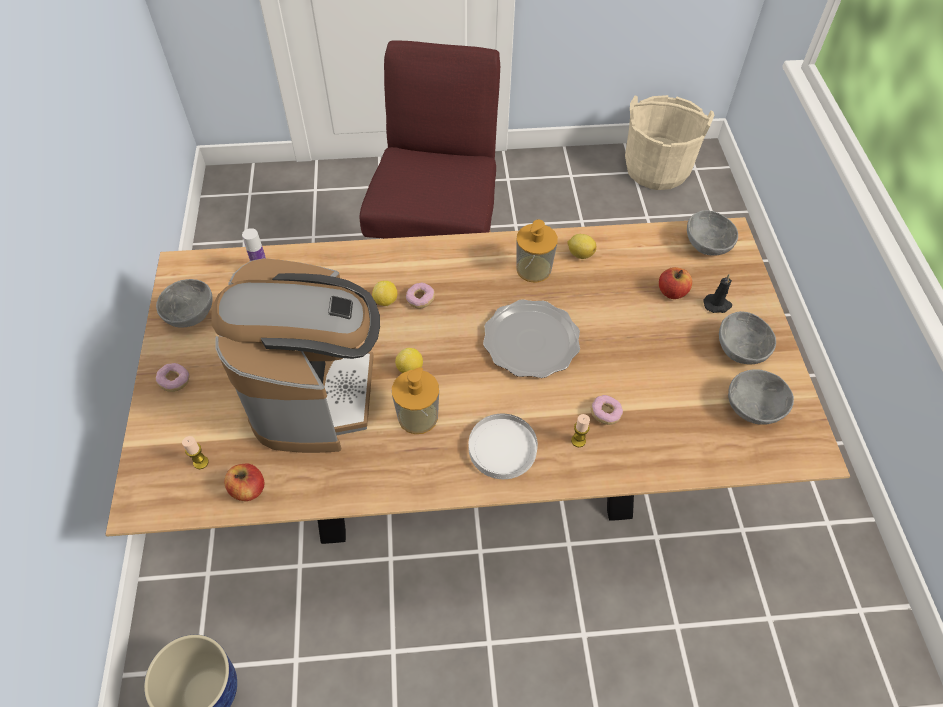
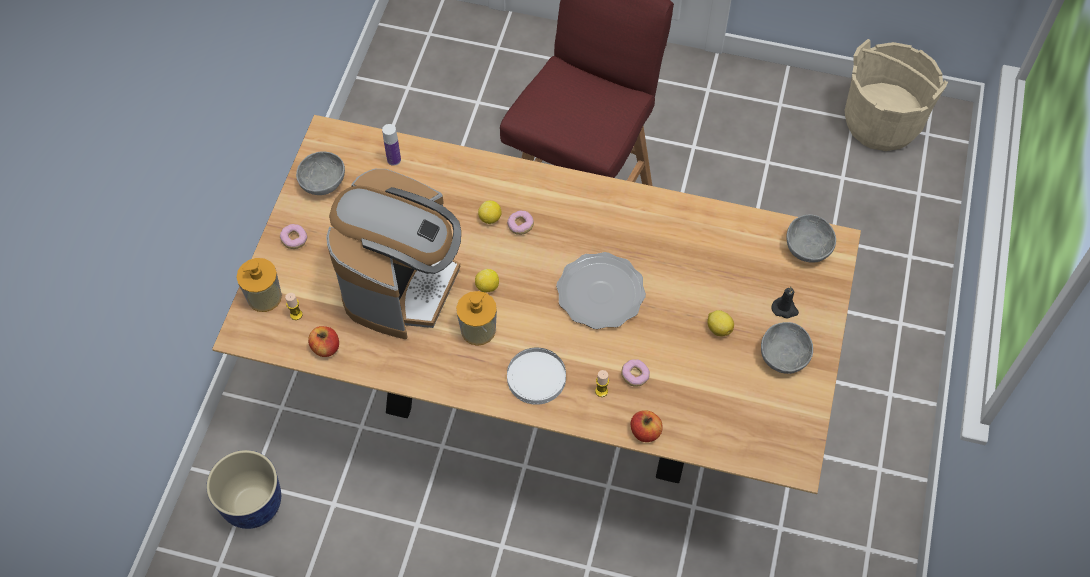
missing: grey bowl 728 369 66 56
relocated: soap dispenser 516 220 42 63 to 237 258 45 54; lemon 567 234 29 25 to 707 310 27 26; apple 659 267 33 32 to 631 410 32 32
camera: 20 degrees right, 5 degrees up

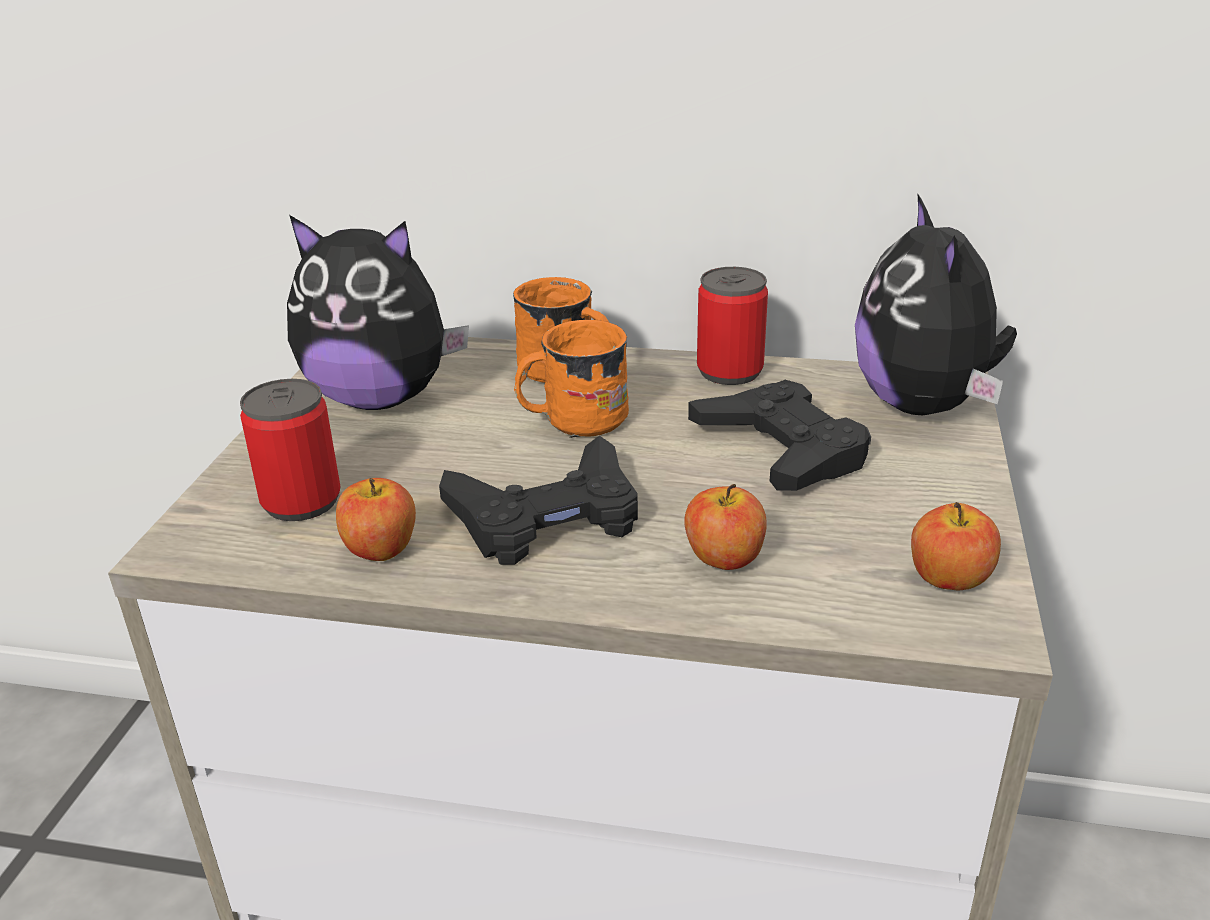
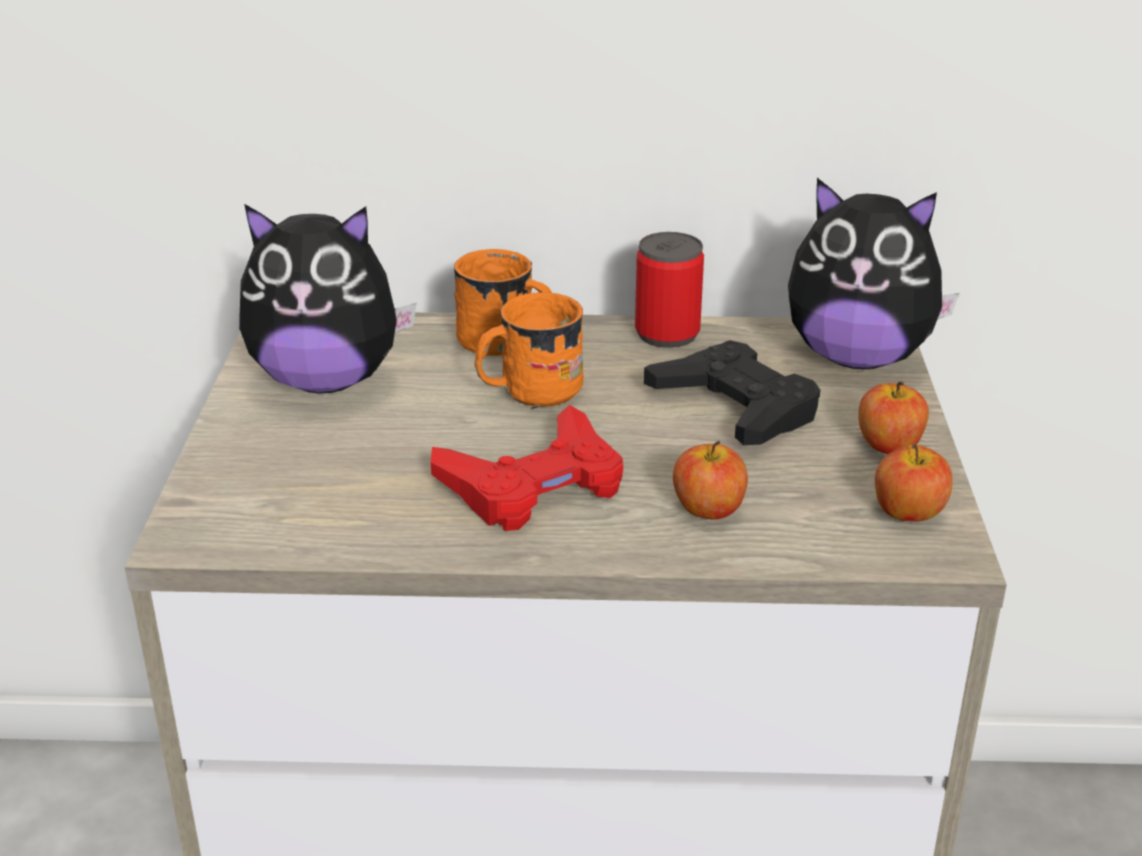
missing: can 240 379 101 142
relocated: apple 336 478 80 83 to 859 382 70 72
colour: black game controller 439 436 199 129 to red game controller 431 405 192 126
spun: plush toy 855 193 162 222 = 788 178 171 191 60 degrees counterclockwise
camera: 10 degrees left, 0 degrees up

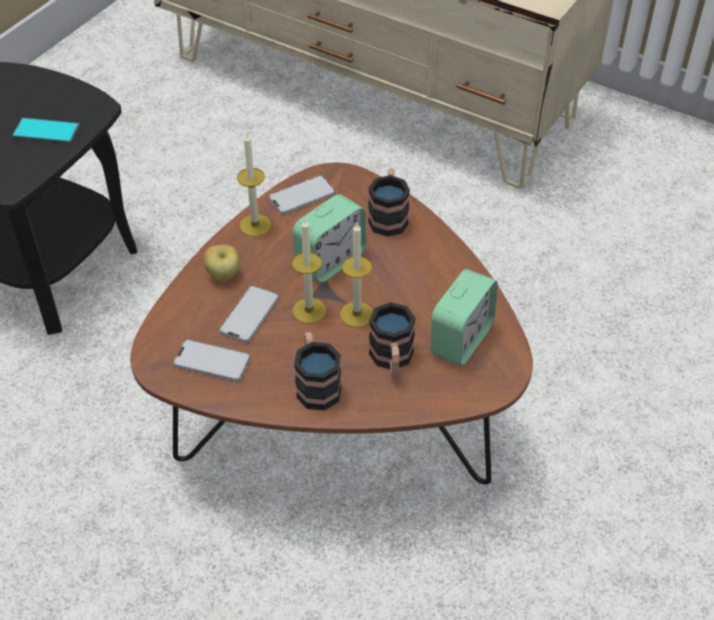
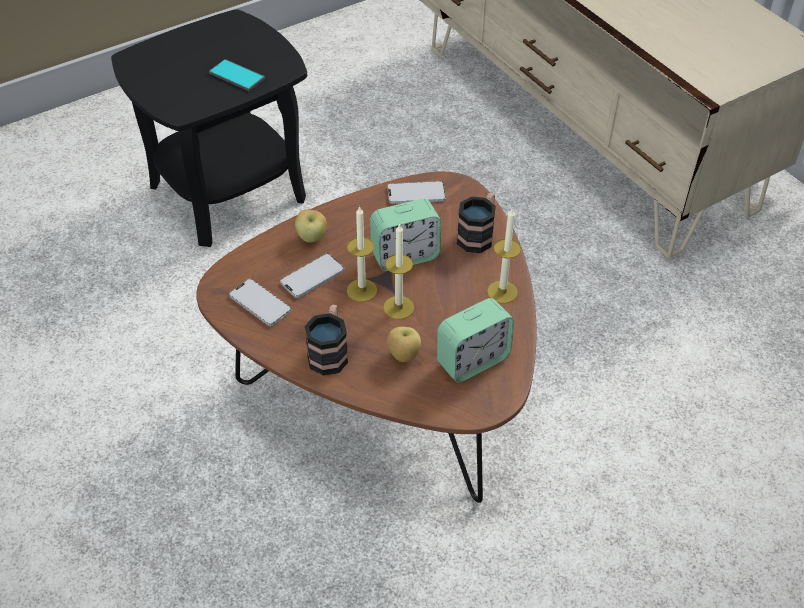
relocated: candle 237 132 34 105 to 487 209 34 95
exchanged: mug 369 302 47 75 to apple 387 327 34 35
camera: 25 degrees right, 0 degrees up

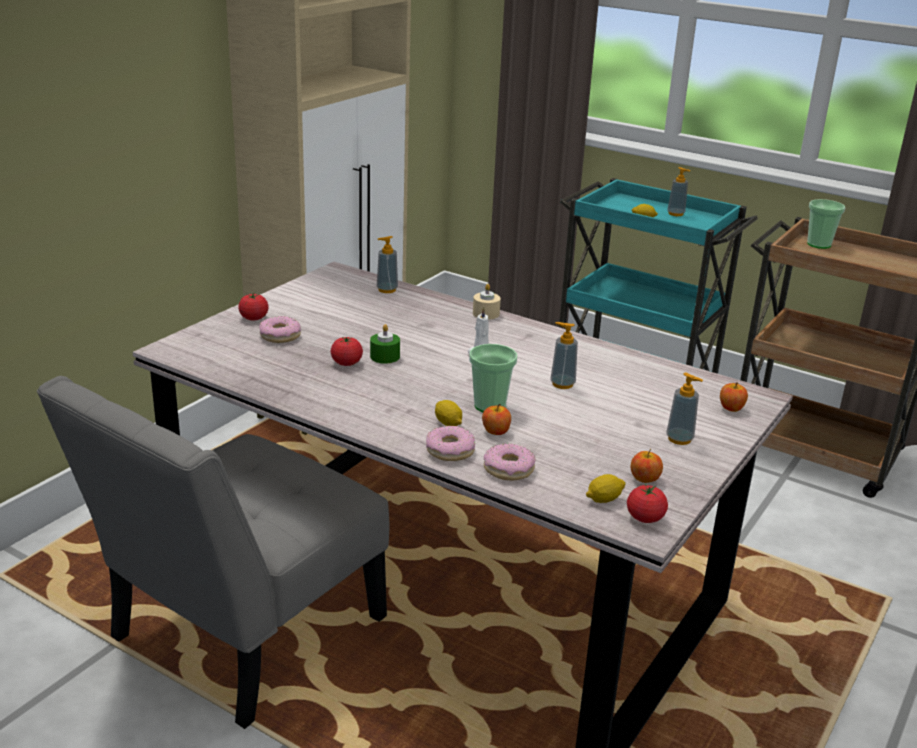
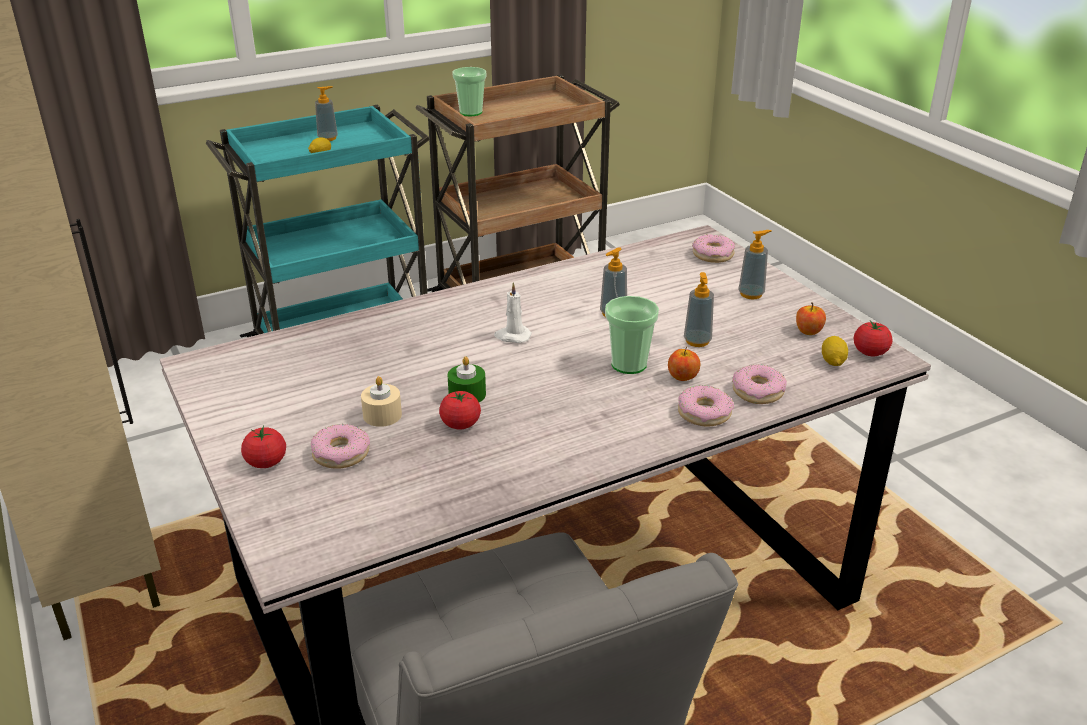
missing: lemon 435 400 27 26
relocated: soap dispenser 377 236 21 57 to 684 272 30 75; beige candle 473 284 28 36 to 361 376 41 51
exchanged: apple 720 382 28 30 to donut 692 234 43 29
camera: 60 degrees left, 5 degrees up

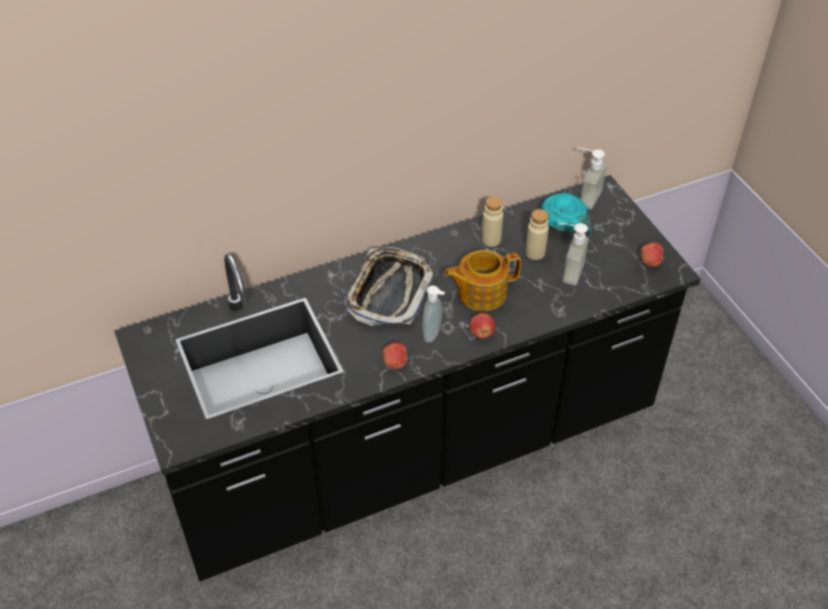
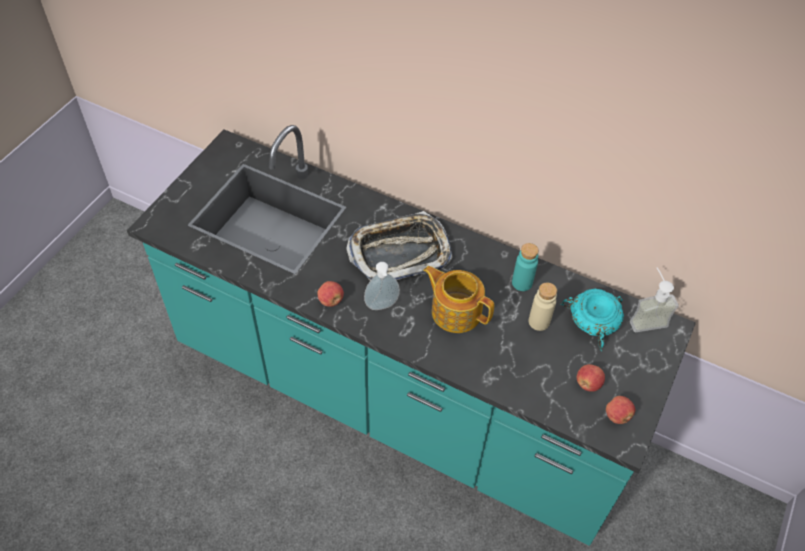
missing: soap dispenser 558 223 31 62
relocated: apple 469 313 27 26 to 577 364 28 28
colour: black counter 114 175 587 406 to turquoise counter 127 125 569 421; beige bottle 481 196 22 51 to turquoise bottle 512 243 27 48
camera: 50 degrees right, 5 degrees up

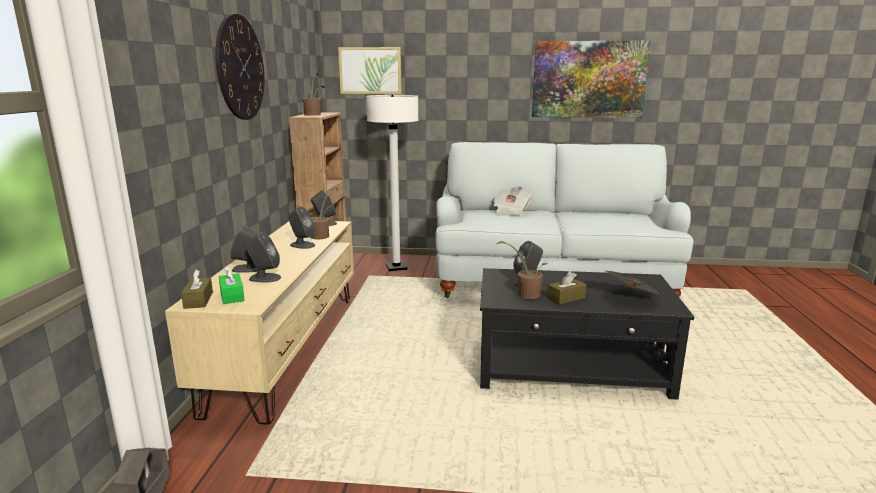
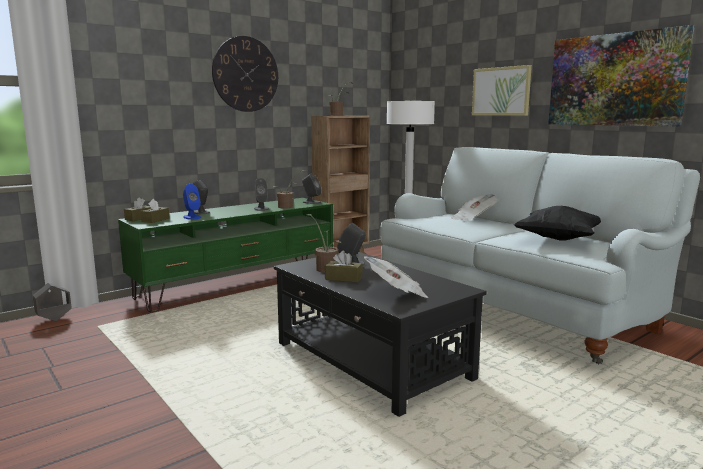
appeared: black pillow 514 206 87 35
relocated: picture 338 47 64 47 to 472 65 60 51
colour: beige tv stand 165 221 189 204 to green tv stand 118 198 215 114; grey speaker 245 233 36 49 to blue speaker 183 184 18 36; green tissue box 219 266 26 38 to brown tissue box 141 199 28 24
camera: 45 degrees right, 5 degrees down

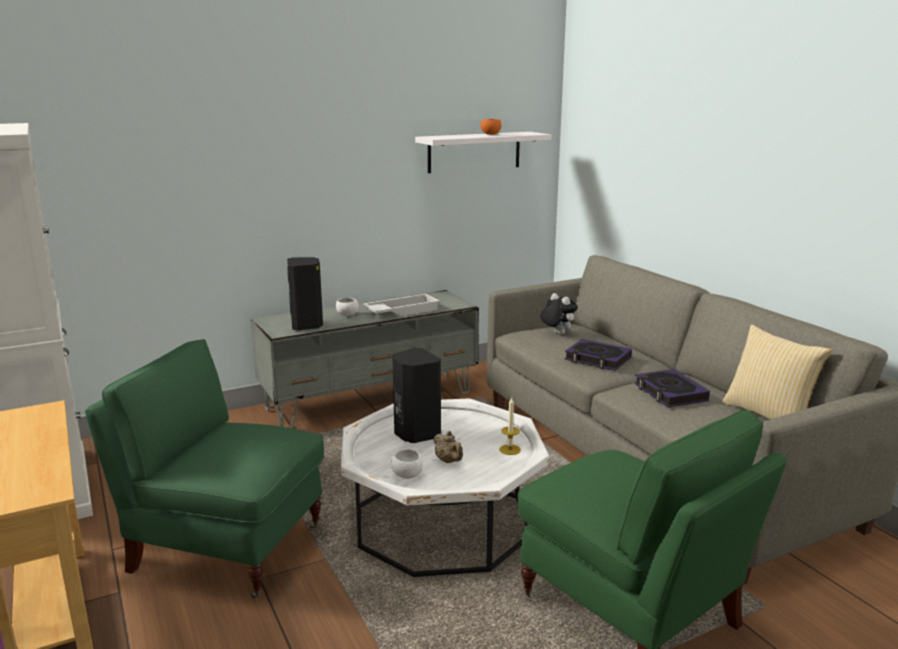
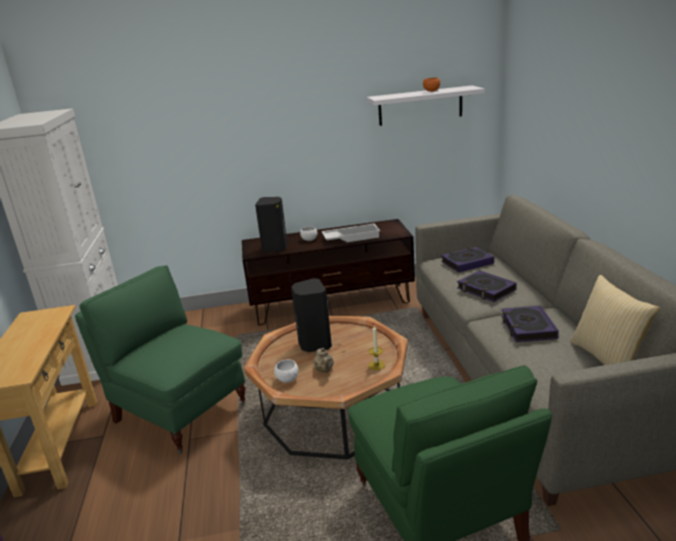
exchanged: plush toy 540 293 38 42 to book 441 247 53 26
colour: grey tv stand 251 290 228 138 to brown tv stand 242 219 173 106; white coffee table 341 399 208 178 to brown coffee table 244 316 164 144
camera: 20 degrees right, 5 degrees up

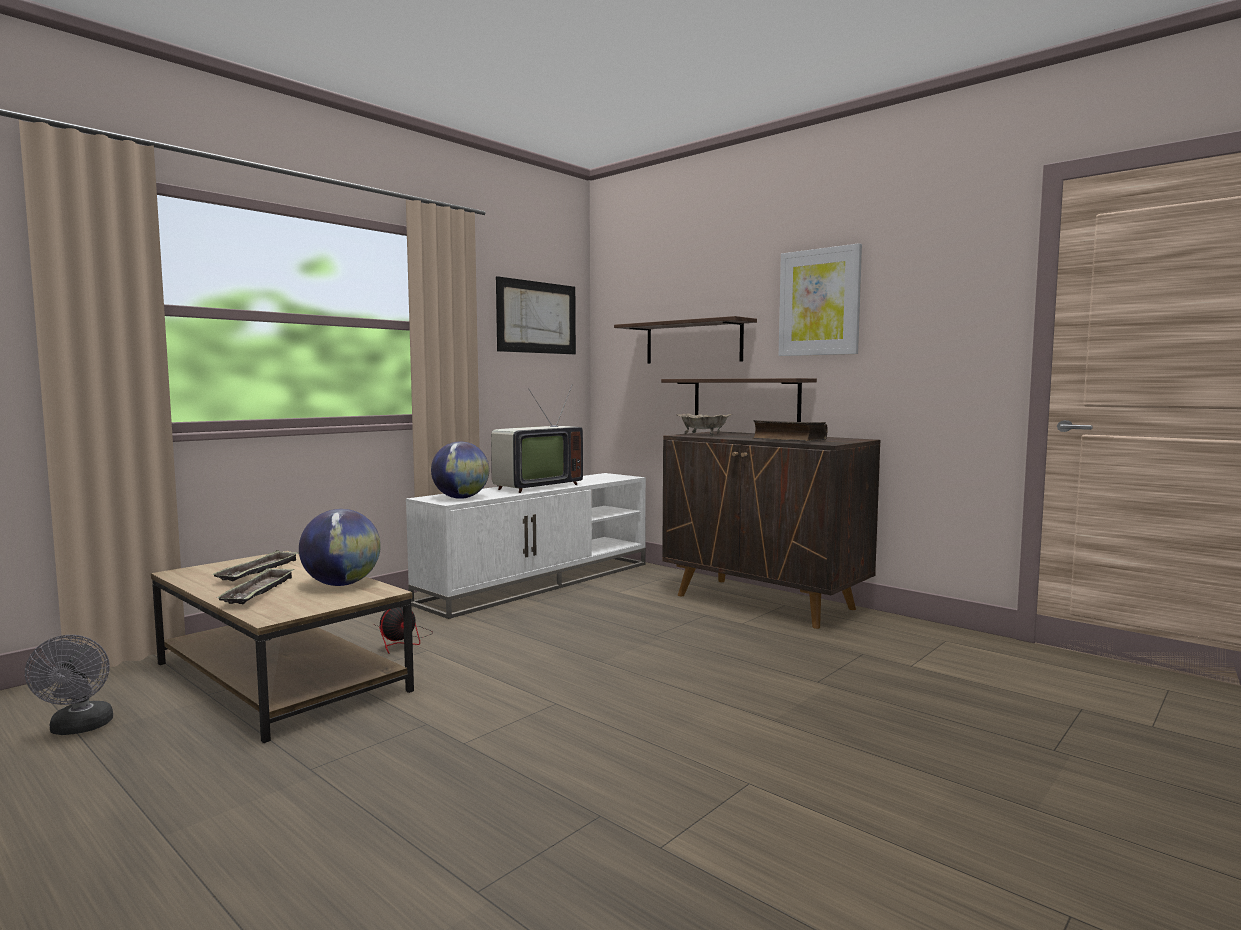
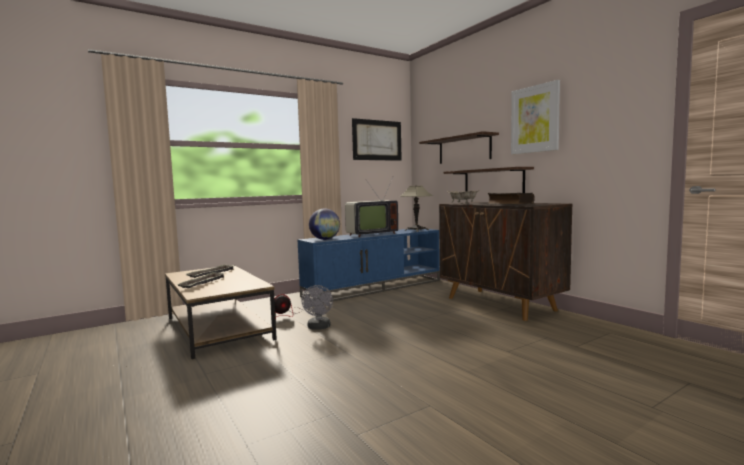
missing: globe 299 509 82 77
appeared: table lamp 399 186 34 46
relocated: grey fan 25 635 88 100 to 301 285 32 45
colour: white tv stand 406 473 240 146 to blue tv stand 297 229 143 74
camera: 15 degrees right, 0 degrees up

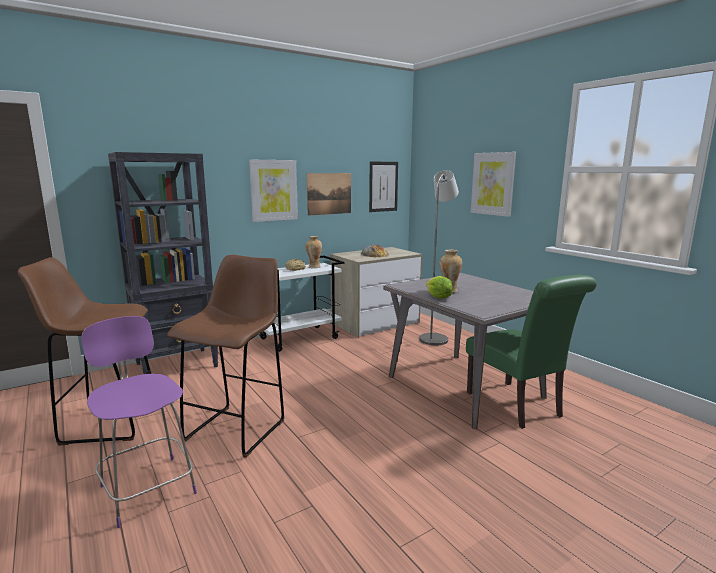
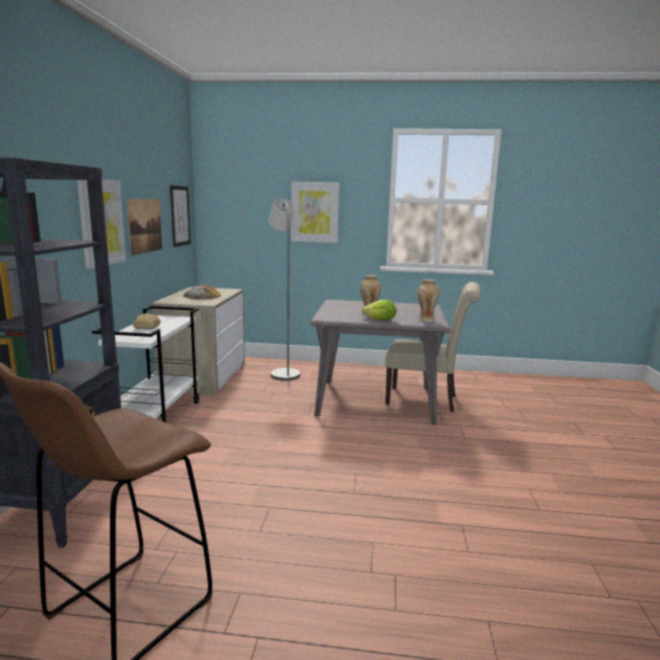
missing: brown stool 167 255 118 203; purple stool 81 316 116 212
relocated: vase 306 236 16 32 to 417 279 23 43
colour: green chair 466 275 131 154 to beige chair 385 282 95 130
camera: 50 degrees left, 0 degrees up

